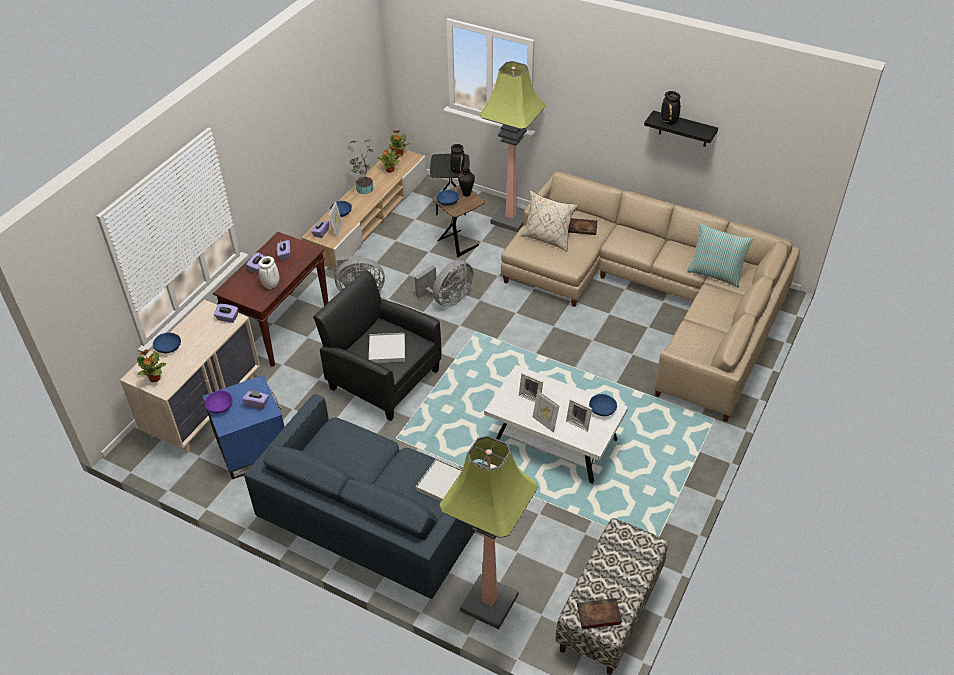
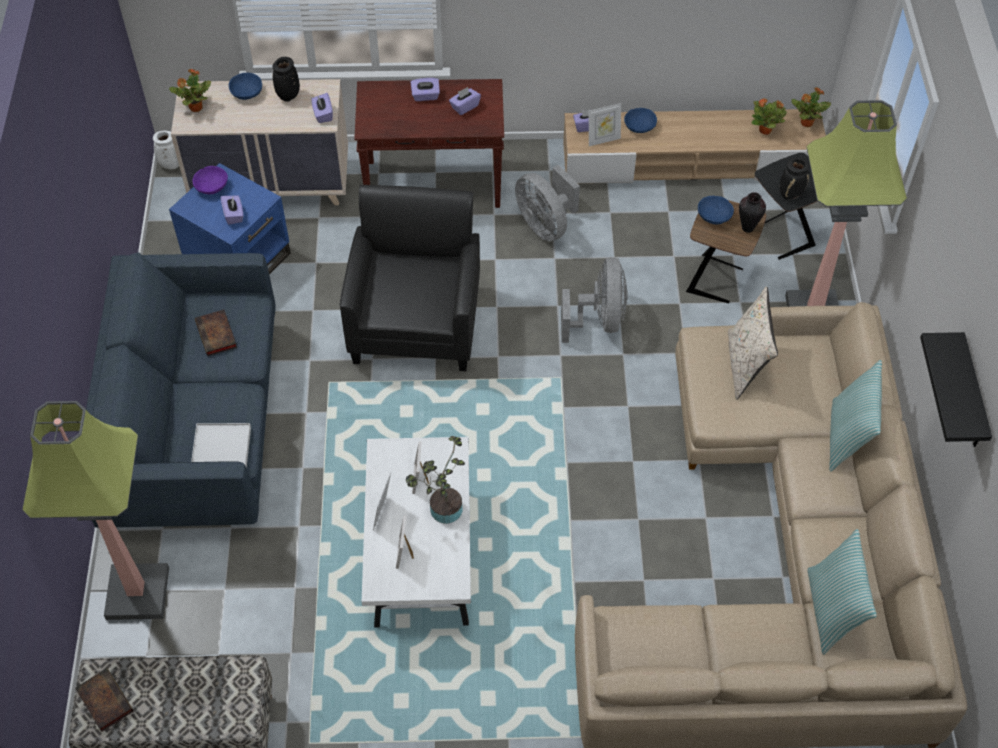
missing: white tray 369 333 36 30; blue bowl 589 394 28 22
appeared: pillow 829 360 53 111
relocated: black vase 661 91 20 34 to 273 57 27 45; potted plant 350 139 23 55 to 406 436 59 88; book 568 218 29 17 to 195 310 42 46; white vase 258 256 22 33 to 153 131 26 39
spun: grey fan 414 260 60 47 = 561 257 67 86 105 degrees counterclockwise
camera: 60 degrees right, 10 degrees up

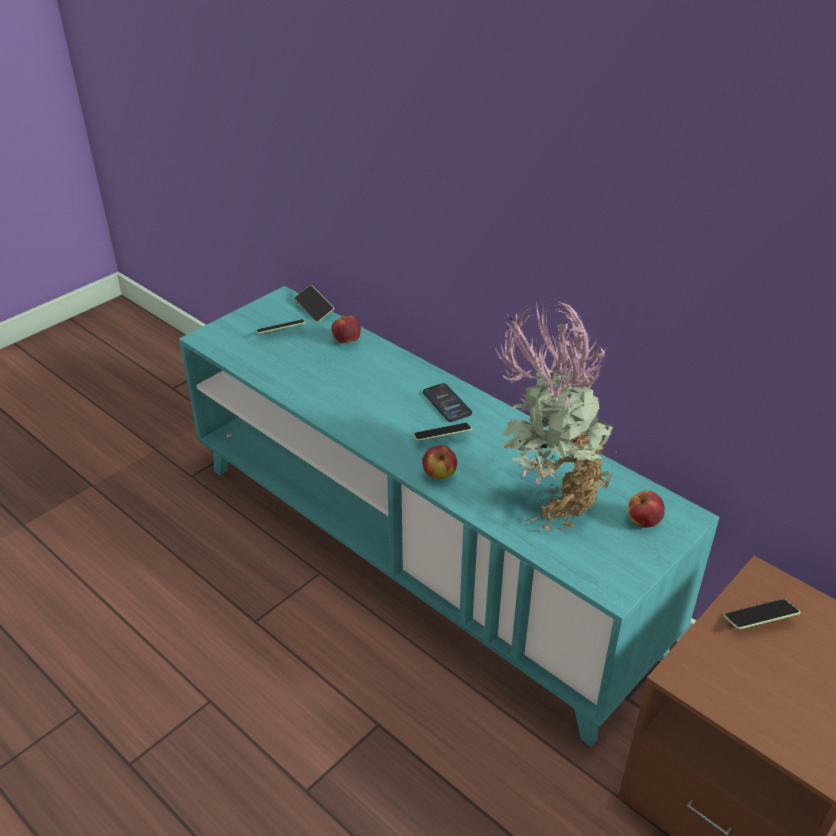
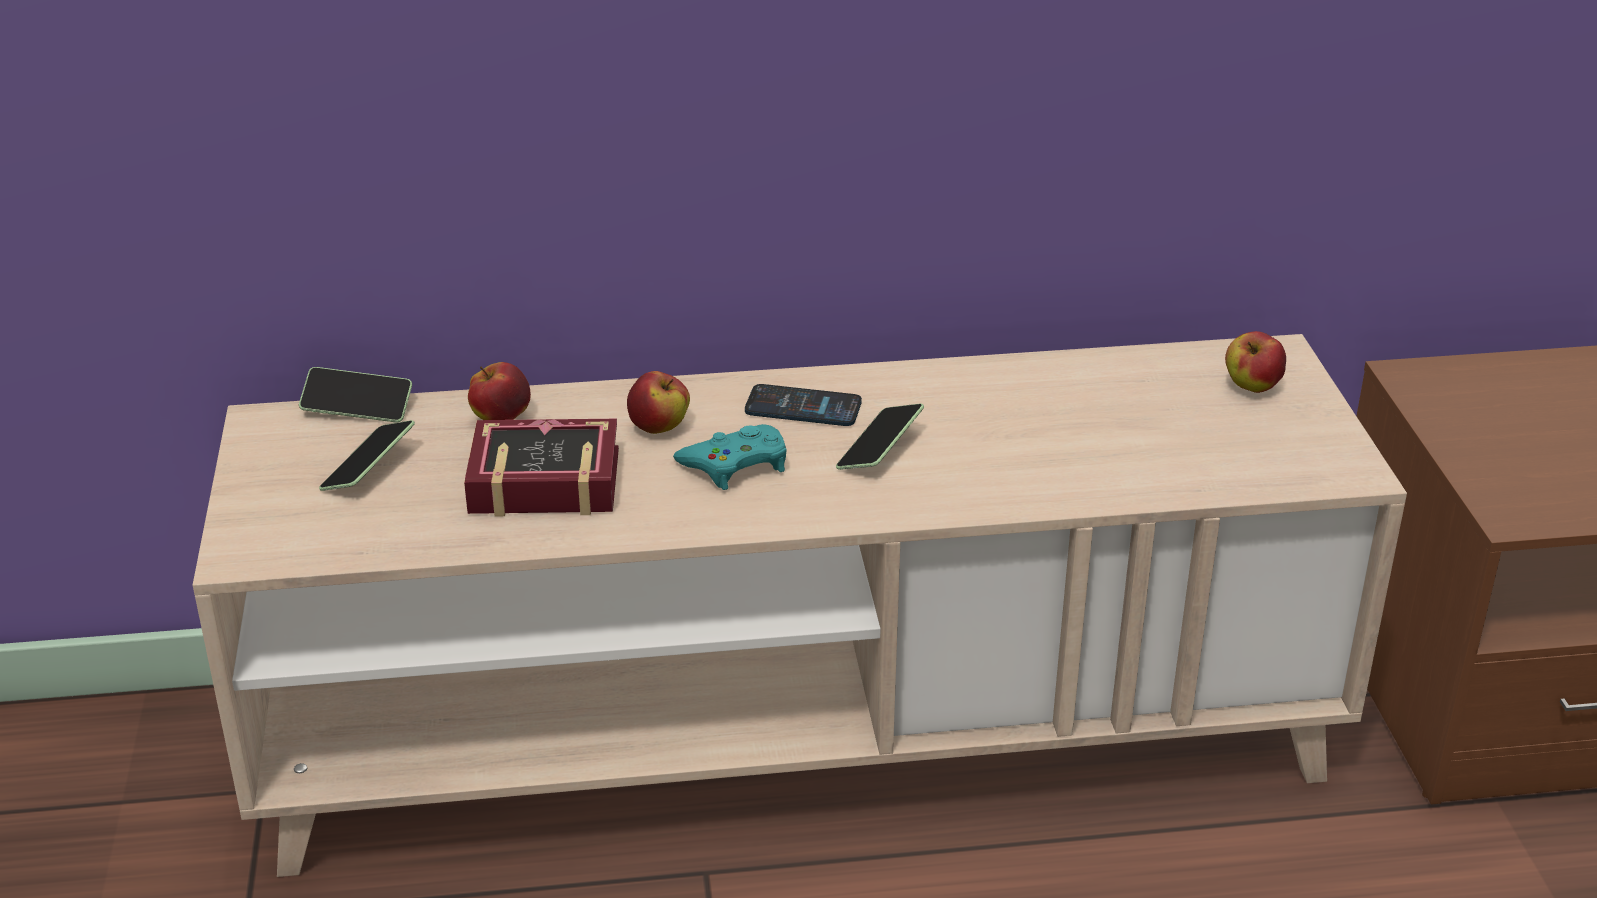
missing: potted plant 496 301 121 230; phone 724 599 76 30
appeared: book 464 419 155 97; turquoise game controller 673 424 114 66
relocated: apple 422 445 35 35 to 627 371 63 63
colour: turquoise tv stand 179 286 540 460 to beige tv stand 193 334 1214 543
camera: 50 degrees left, 5 degrees down

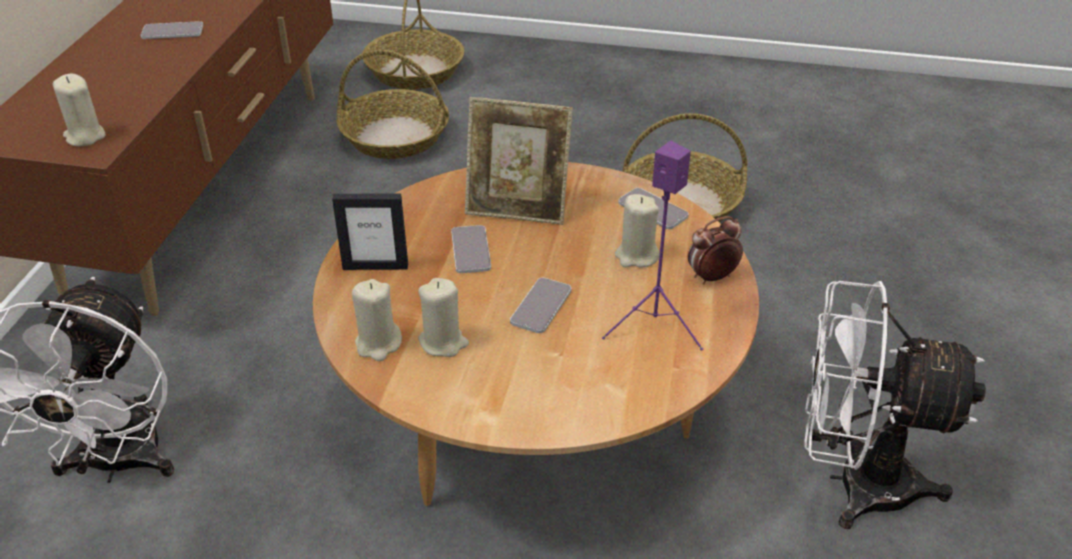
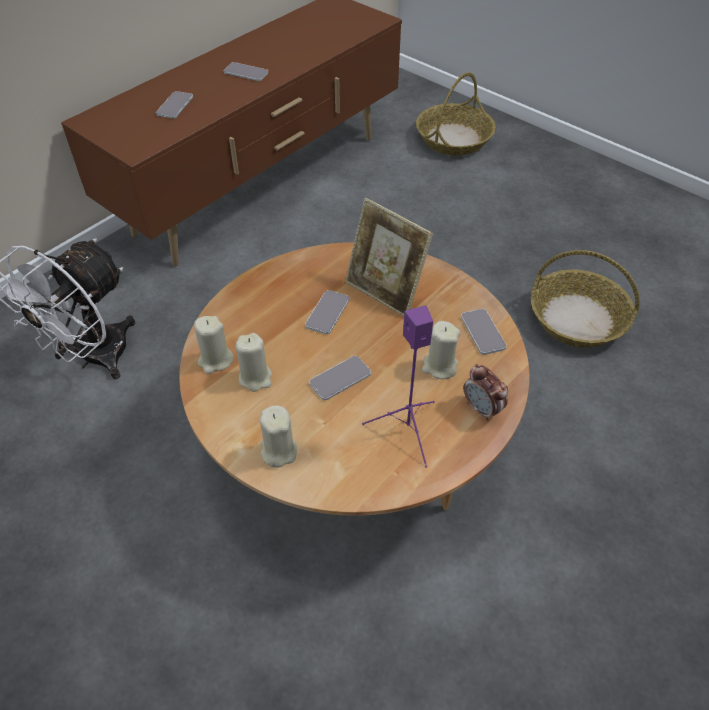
missing: basket 337 50 112 109; picture frame 332 194 76 76; white fan 804 281 182 248
appeared: phone 156 91 37 28
relocated: beige candle 53 74 53 73 to 260 405 37 63
spun: alarm clock 688 216 55 68 = 463 364 45 57 135 degrees counterclockwise
camera: 30 degrees right, 10 degrees up

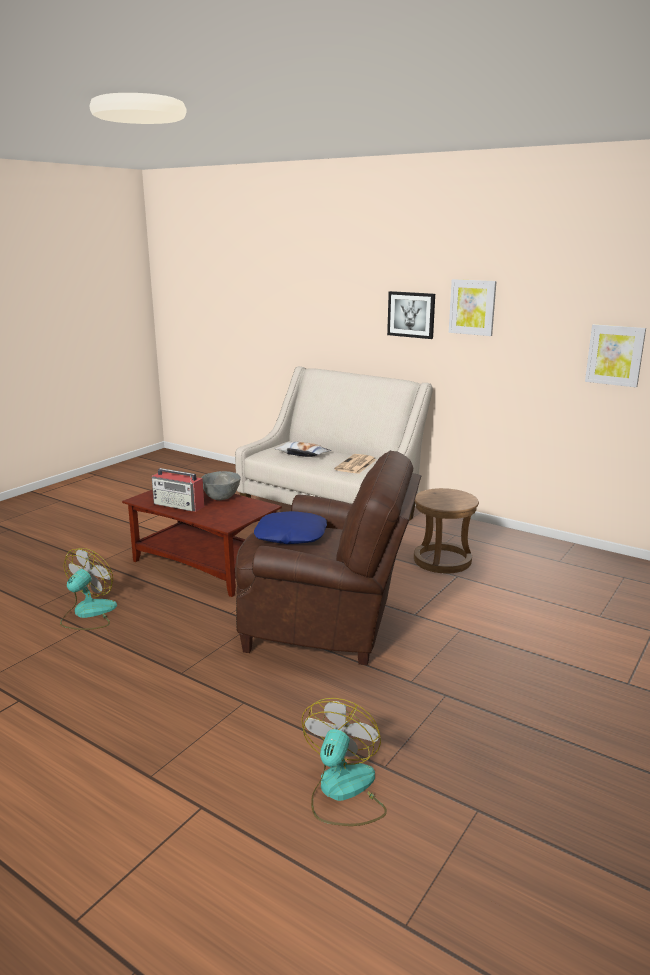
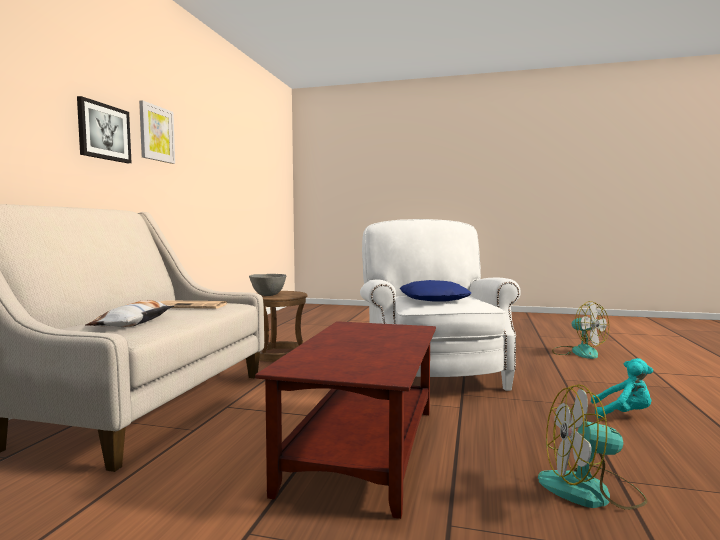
missing: picture 585 324 61 63; radio 152 468 52 44
appeared: turquoise plush toy 591 358 62 60
relocated: grey bowl 201 471 40 29 to 249 274 38 22
colour: brown armchair 235 450 186 215 to white armchair 360 219 161 172
spun: fan 301 698 86 128 = 552 301 57 58 120 degrees counterclockwise
camera: 110 degrees left, 15 degrees down

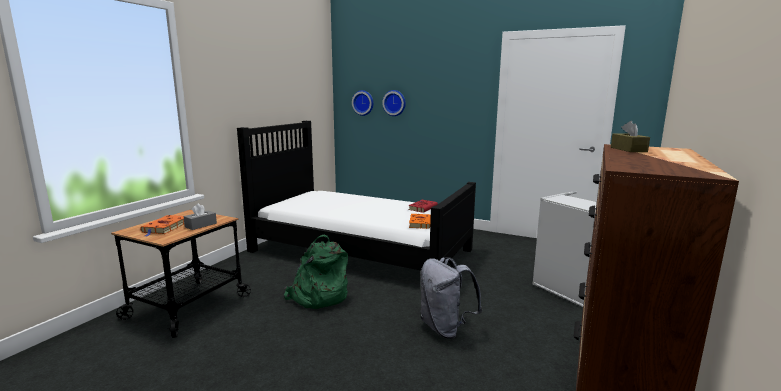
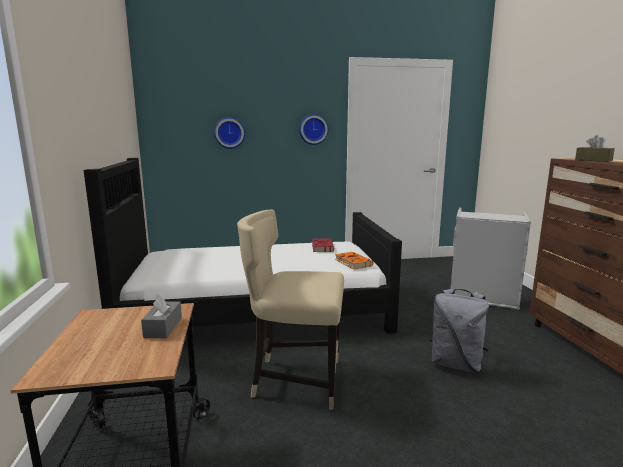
missing: orange book 140 215 44 21
relocated: wall clock 352 90 22 26 to 299 114 29 31
exchanged: green backpack 284 234 64 75 to beige chair 237 210 107 200
camera: 35 degrees left, 0 degrees up

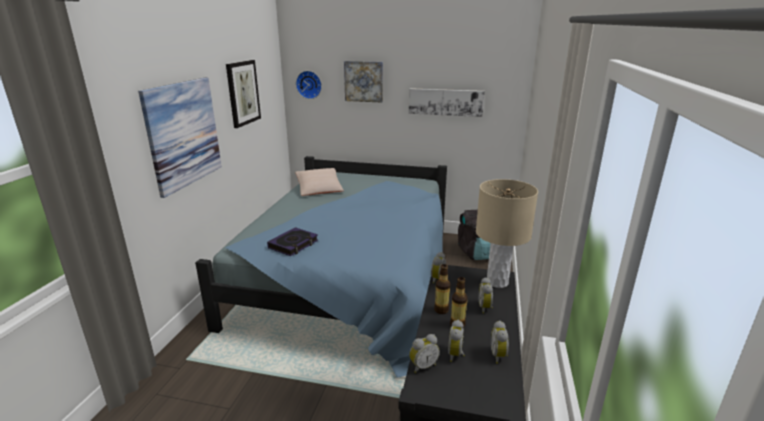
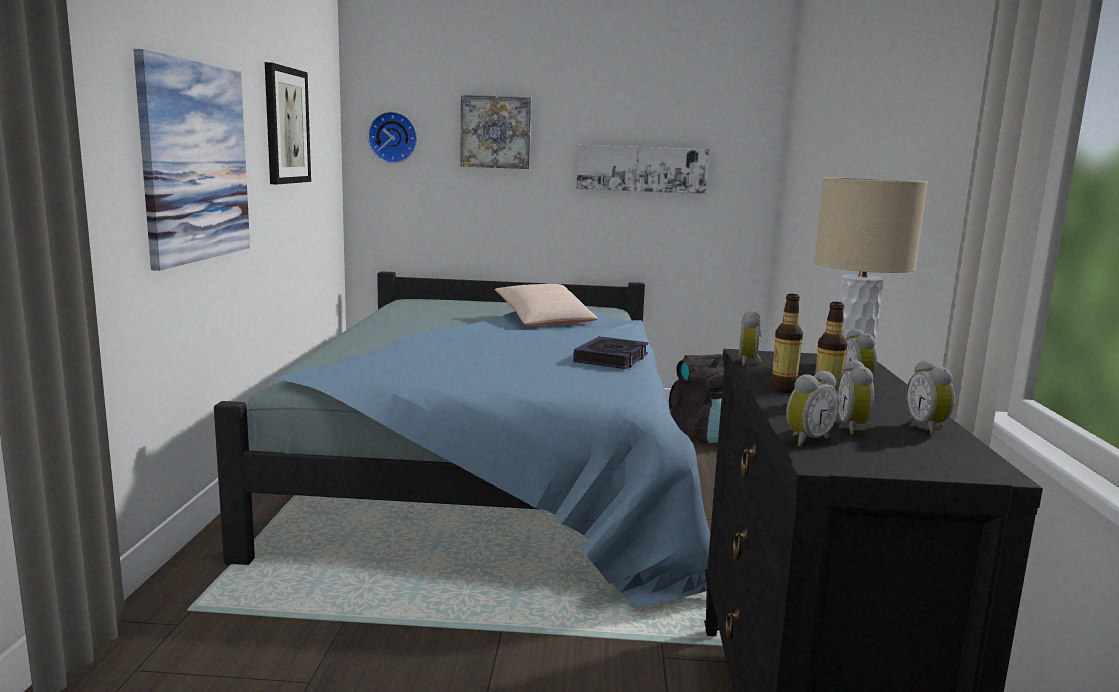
relocated: beige pillow 295 168 49 28 to 495 284 103 42; book 267 227 51 29 to 573 336 75 33
camera: 10 degrees left, 10 degrees down

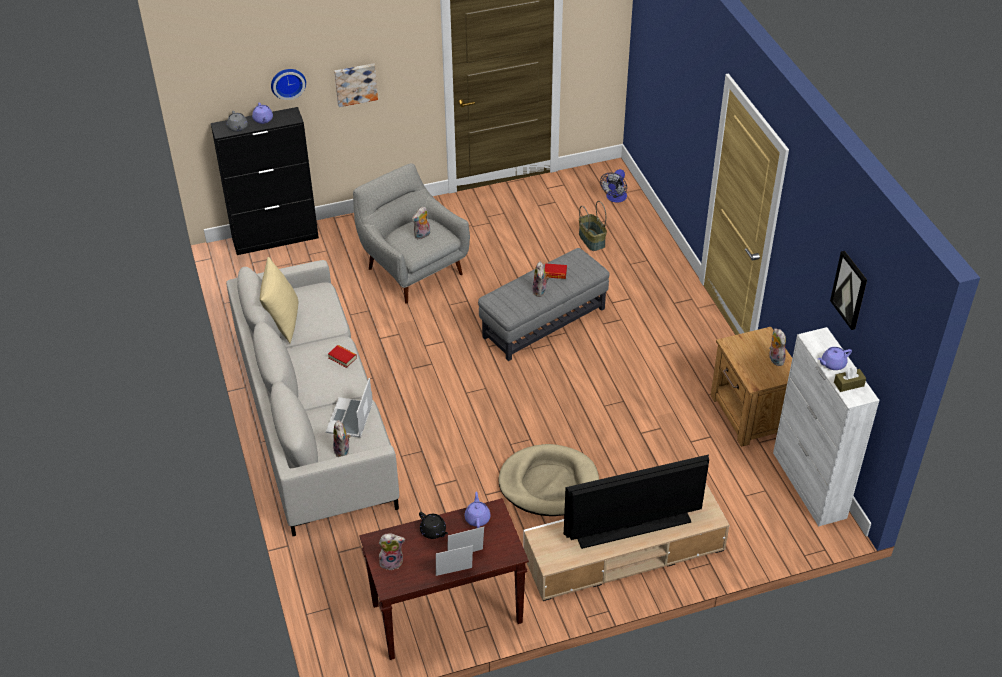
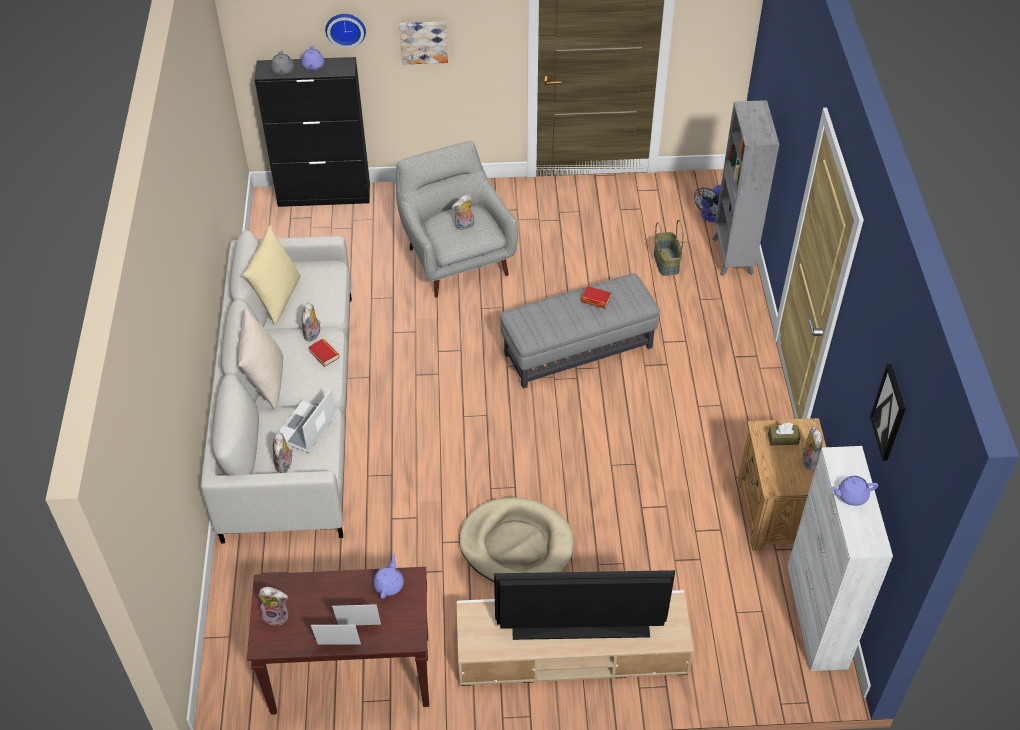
missing: black teapot 419 512 29 27
appeared: grey bookcase 713 100 66 176; beige pillow 237 308 46 102
relocated: plush toy 532 262 17 35 to 301 302 20 40; brown tissue box 834 367 32 25 to 768 423 32 22
camera: 15 degrees right, 5 degrees up

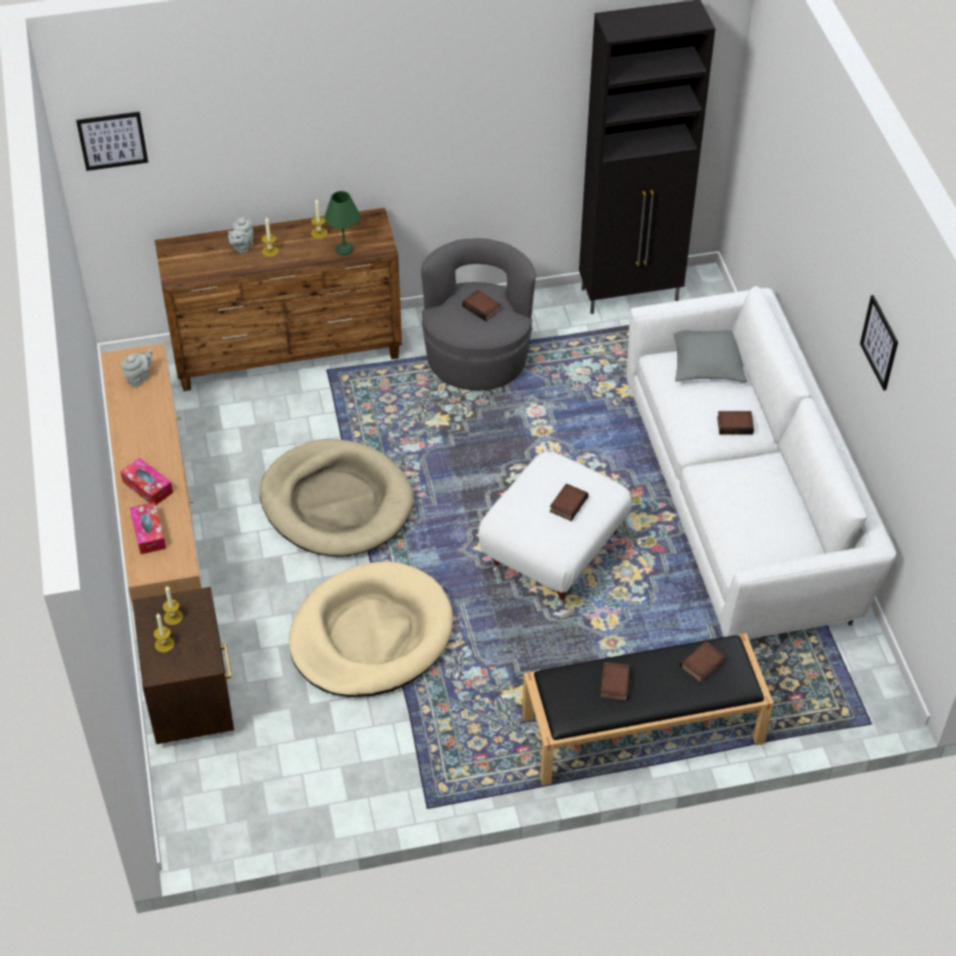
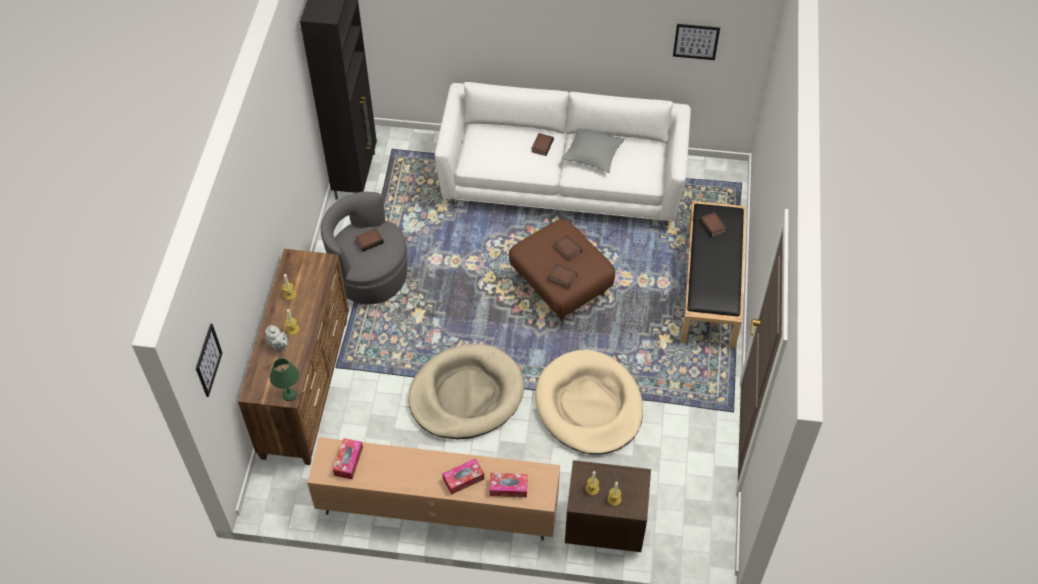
relocated: green table lamp 324 191 36 64 to 270 358 29 43; picture 860 295 38 96 to 673 24 47 36; grey pillow 674 330 73 52 to 562 129 63 44; book 600 662 31 39 to 548 264 29 24
exchanged: grey teapot 121 349 31 38 to tissue box 333 438 30 41
colour: white ottoman 478 452 154 153 to brown ottoman 509 219 106 104
camera: 70 degrees left, 5 degrees up

